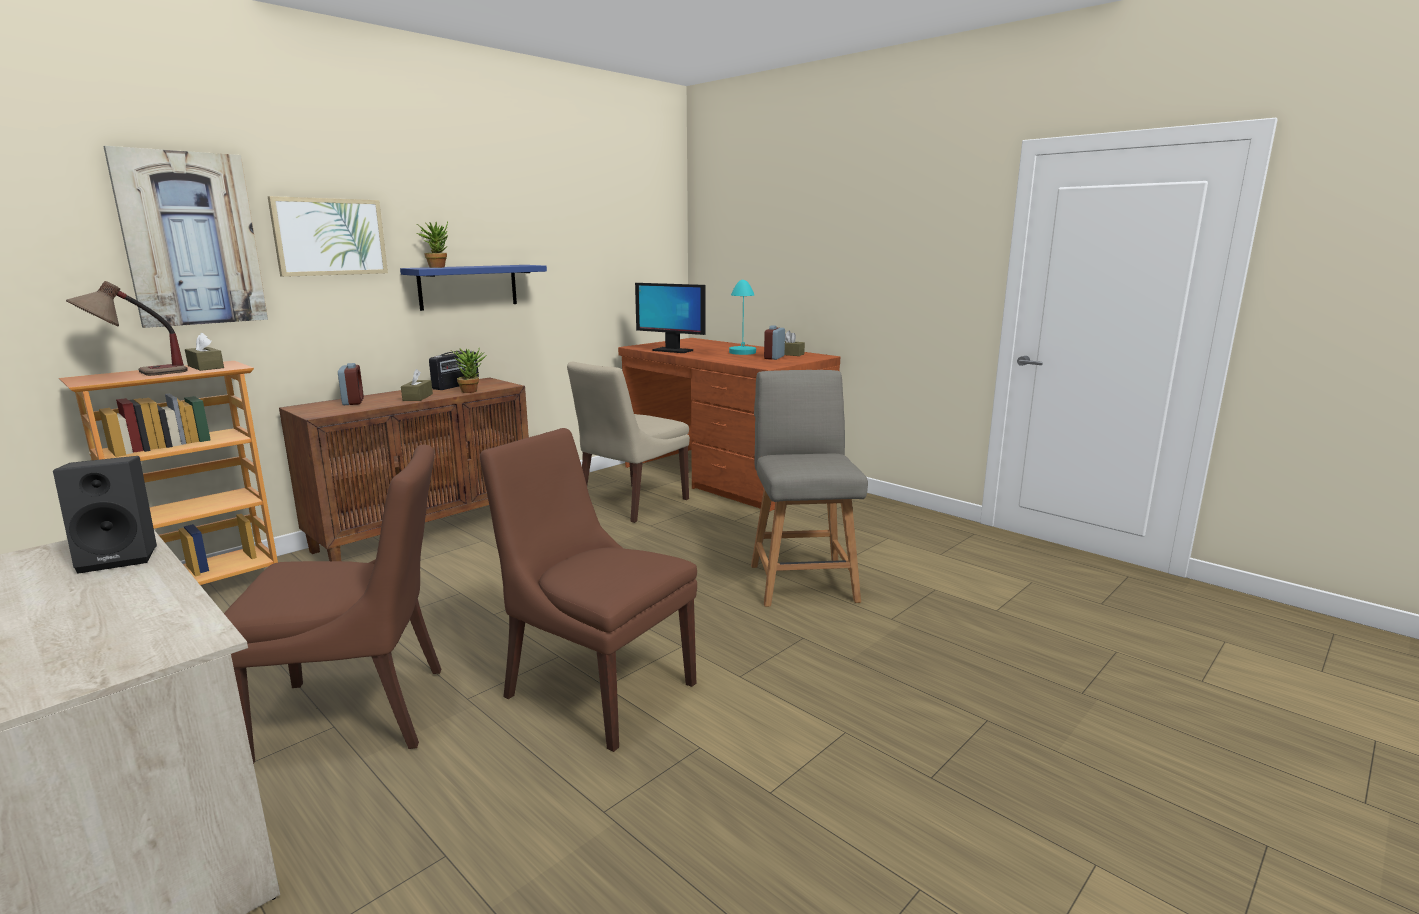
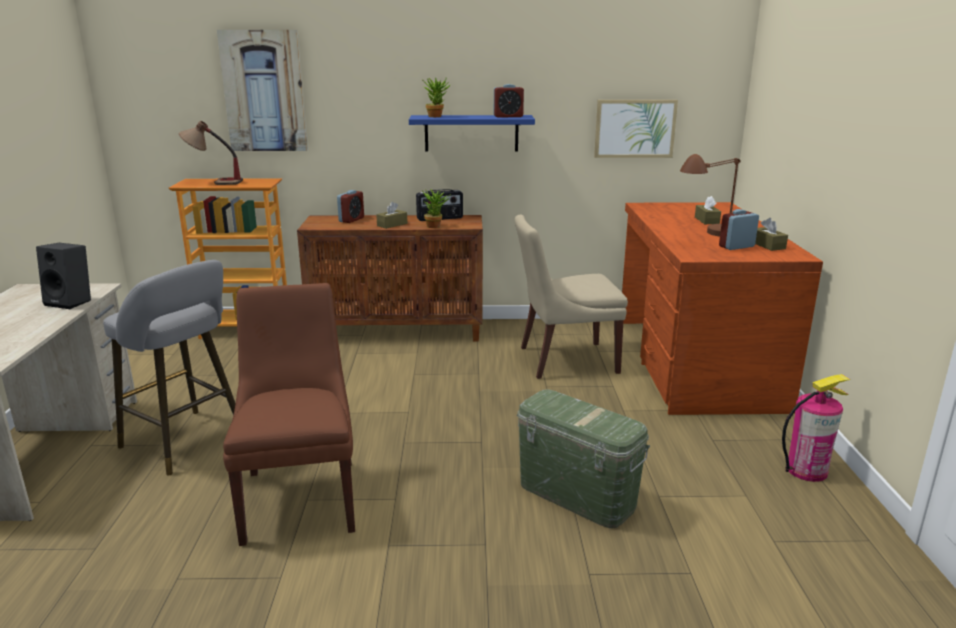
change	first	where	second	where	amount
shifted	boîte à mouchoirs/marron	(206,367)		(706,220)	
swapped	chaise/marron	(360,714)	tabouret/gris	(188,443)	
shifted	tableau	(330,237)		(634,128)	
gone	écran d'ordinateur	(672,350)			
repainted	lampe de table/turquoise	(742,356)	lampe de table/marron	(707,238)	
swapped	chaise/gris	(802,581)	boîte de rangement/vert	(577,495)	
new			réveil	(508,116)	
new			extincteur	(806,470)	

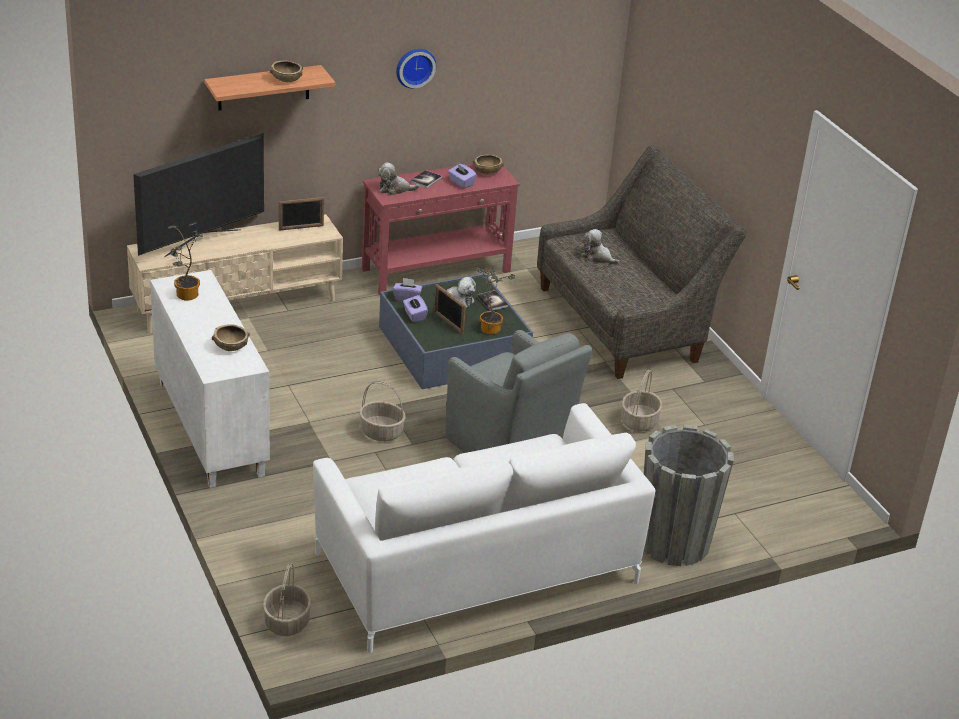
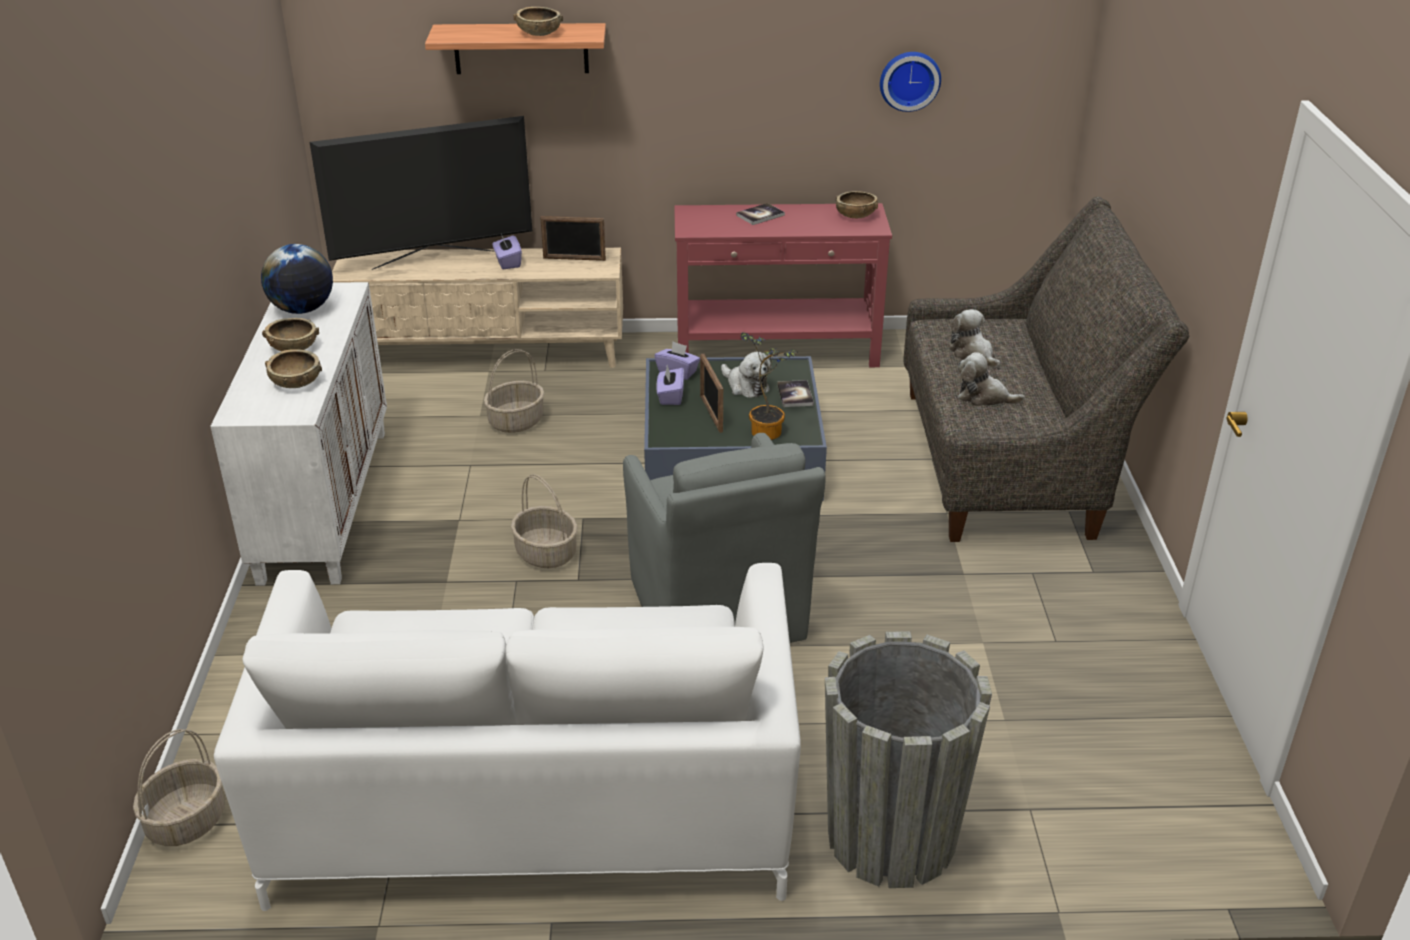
change	first	where	second	where	amount
swapped	plante en pot	(185,296)	globe	(302,309)	
shifted	peluche	(395,189)		(984,397)	
shifted	horloge murale	(414,67)		(909,80)	
shifted	boîte à mouchoirs/violet	(461,183)		(507,262)	
shifted	panier	(639,421)		(516,421)	
new			bol/marron	(293,348)	

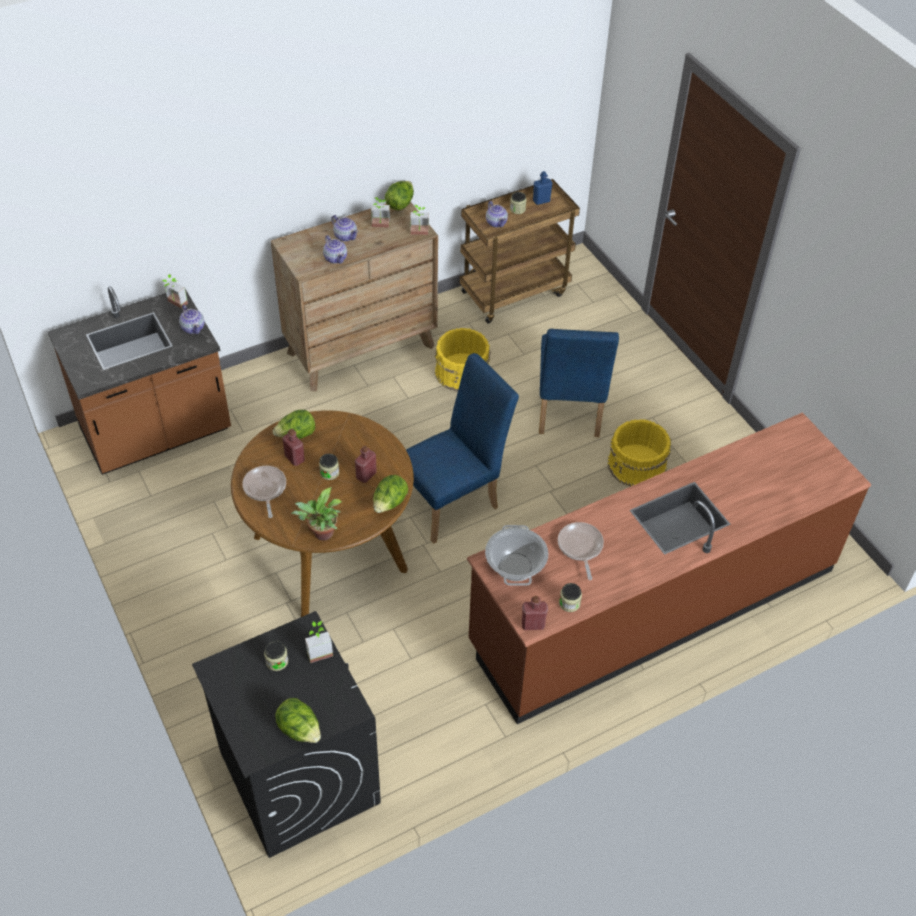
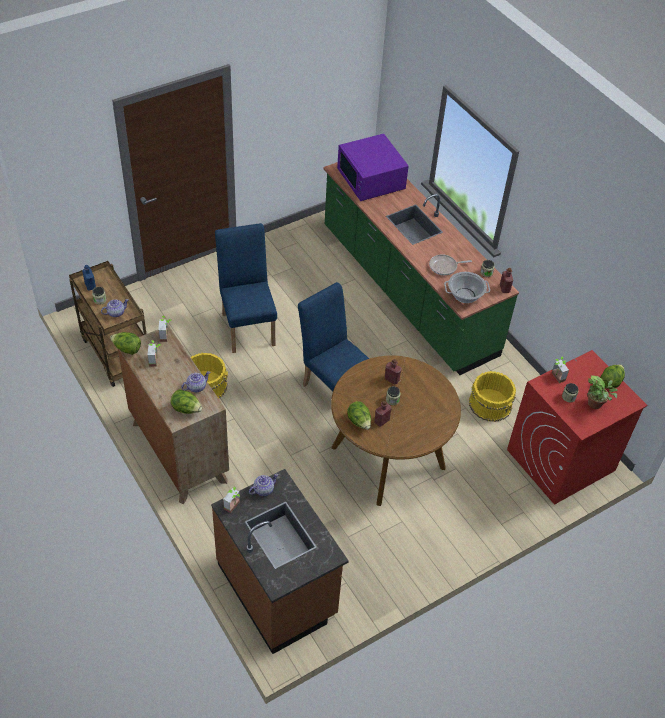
change	first	where	second	where	amount
repainted	lave-linge/noir	(298,776)	lave-linge/rouge	(560,460)	
gone	poêle	(265,489)			
shifted	plante en pot	(321,535)		(596,405)	
gone	théière	(345,236)			
shifted	laitue	(389,503)		(186,409)	
repainted	comptoir de cuisine/marron	(653,606)	comptoir de cuisine/vert	(407,291)	
rotated	chaise/bleu	(568,413)		(248,325)	105 degrees counterclockwise
shifted	seau/jaune	(637,465)		(490,404)	
new			micro-ondes/violet	(371,180)	

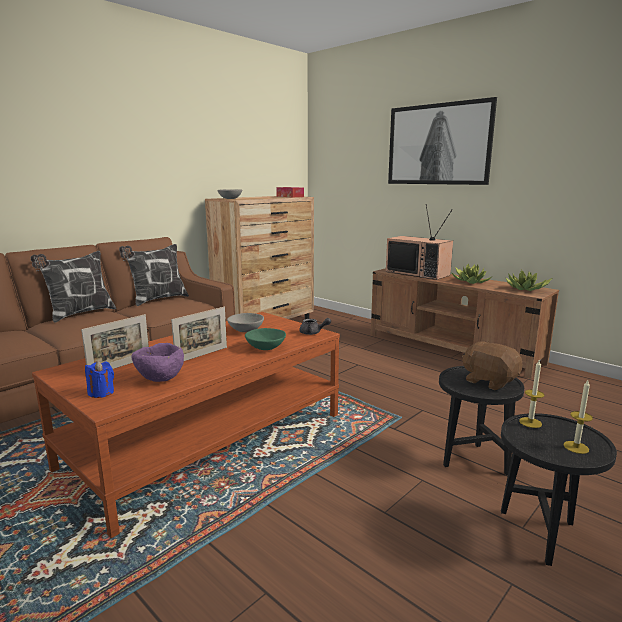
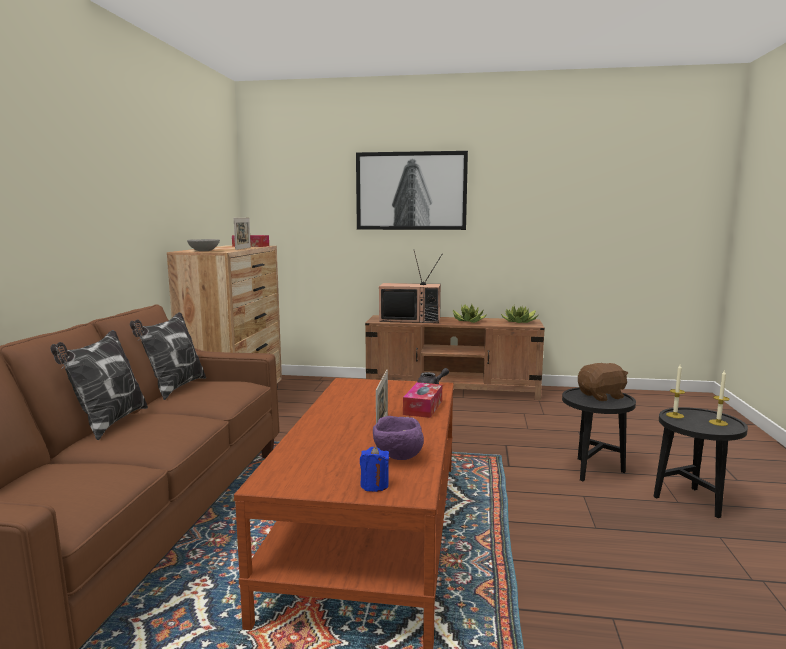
change	first	where	second	where	amount
shifted	cadre photo	(120,366)		(243,248)	
gone	bol/gris	(246,330)			
swapped	bol/vert	(266,347)	boîte à mouchoirs	(423,407)	
rotated	peluche/marron	(489,381)		(602,396)	150 degrees clockwise

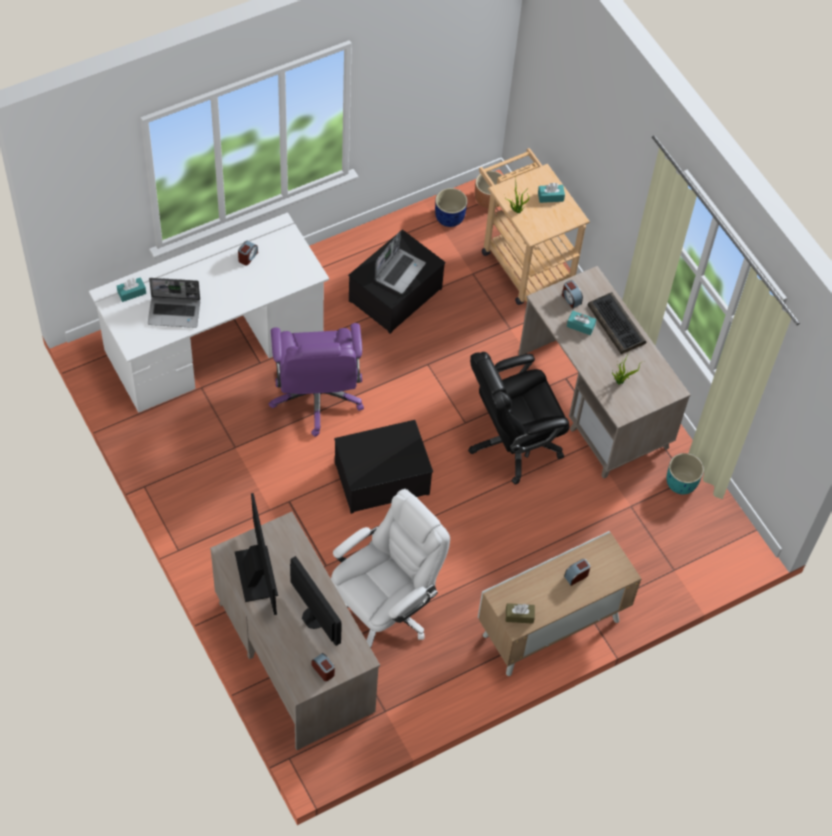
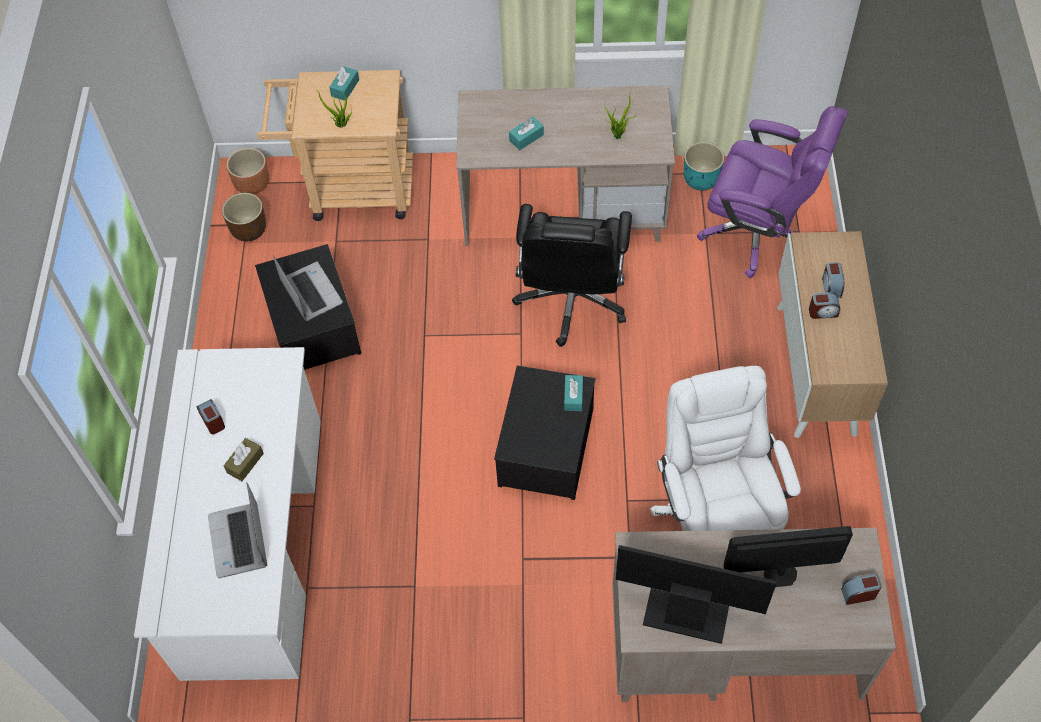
change	first	where	second	where	amount
shifted	boîte à mouchoirs/turquoise	(132,293)		(573,396)	
rotated	ordinateur portable	(175,312)		(239,541)	135 degrees clockwise
shifted	chaise de bureau/violet	(317,398)		(758,233)	
repainted	cache-pot/bleu	(450,217)	cache-pot/marron	(249,229)	
shifted	boîte à mouchoirs/marron	(519,616)		(245,463)	
shifted	réveil	(571,299)		(823,312)	
gone	clavier	(617,324)			

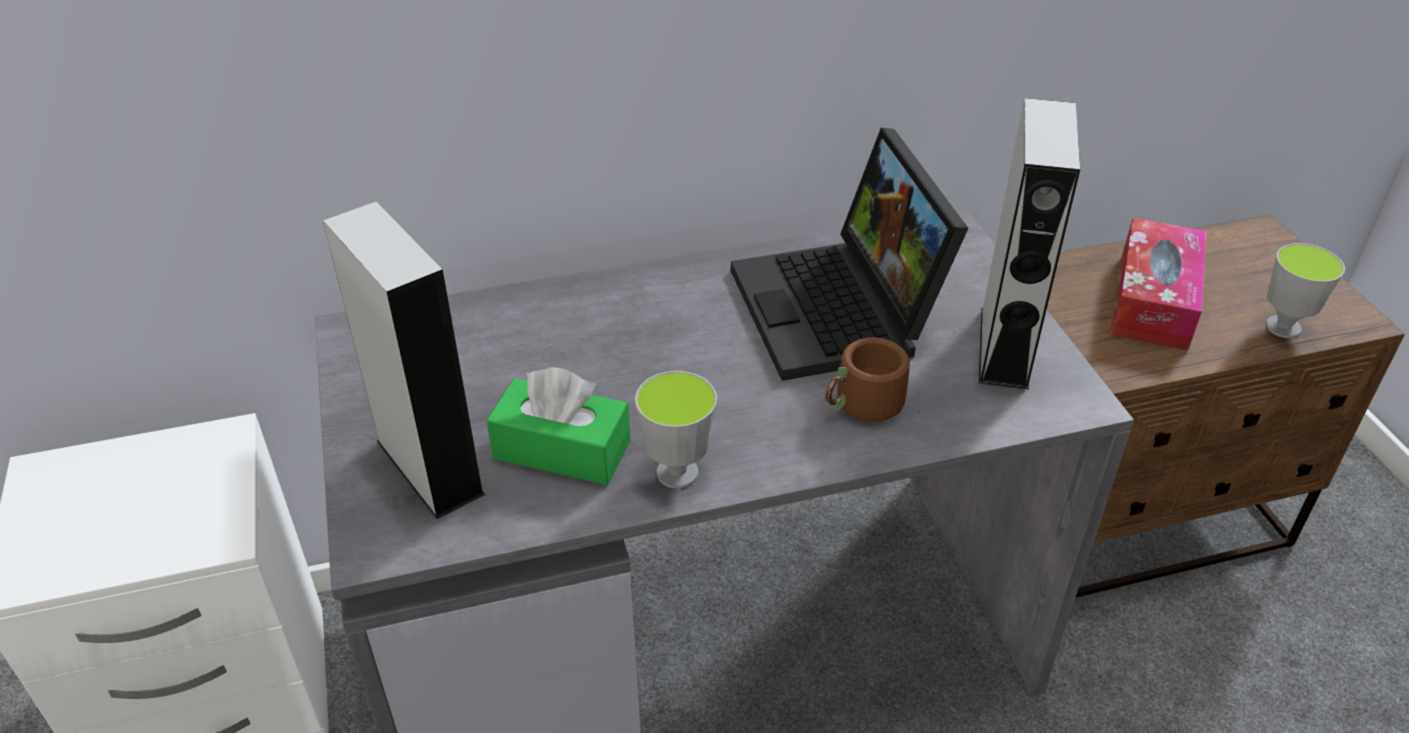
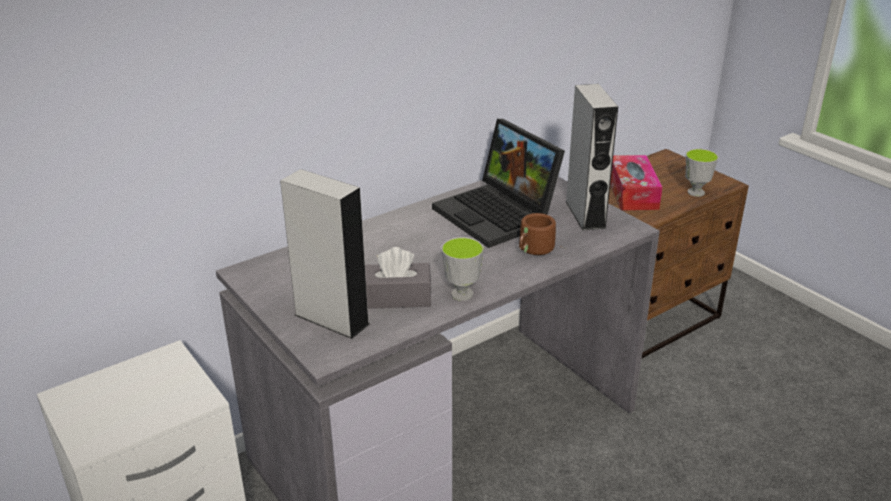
change	first	where	second	where	amount
repainted	boîte à mouchoirs/vert	(562,450)	boîte à mouchoirs/gris	(397,297)	

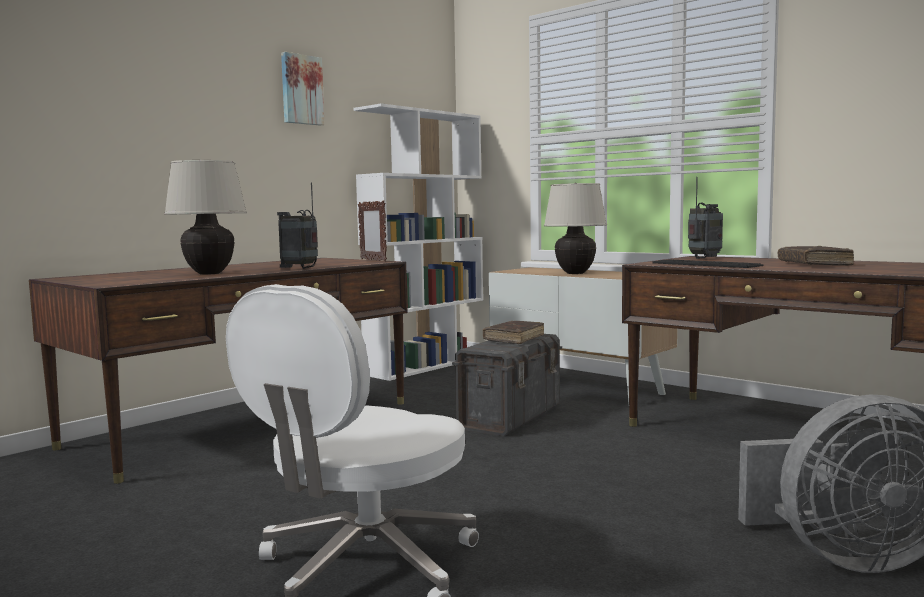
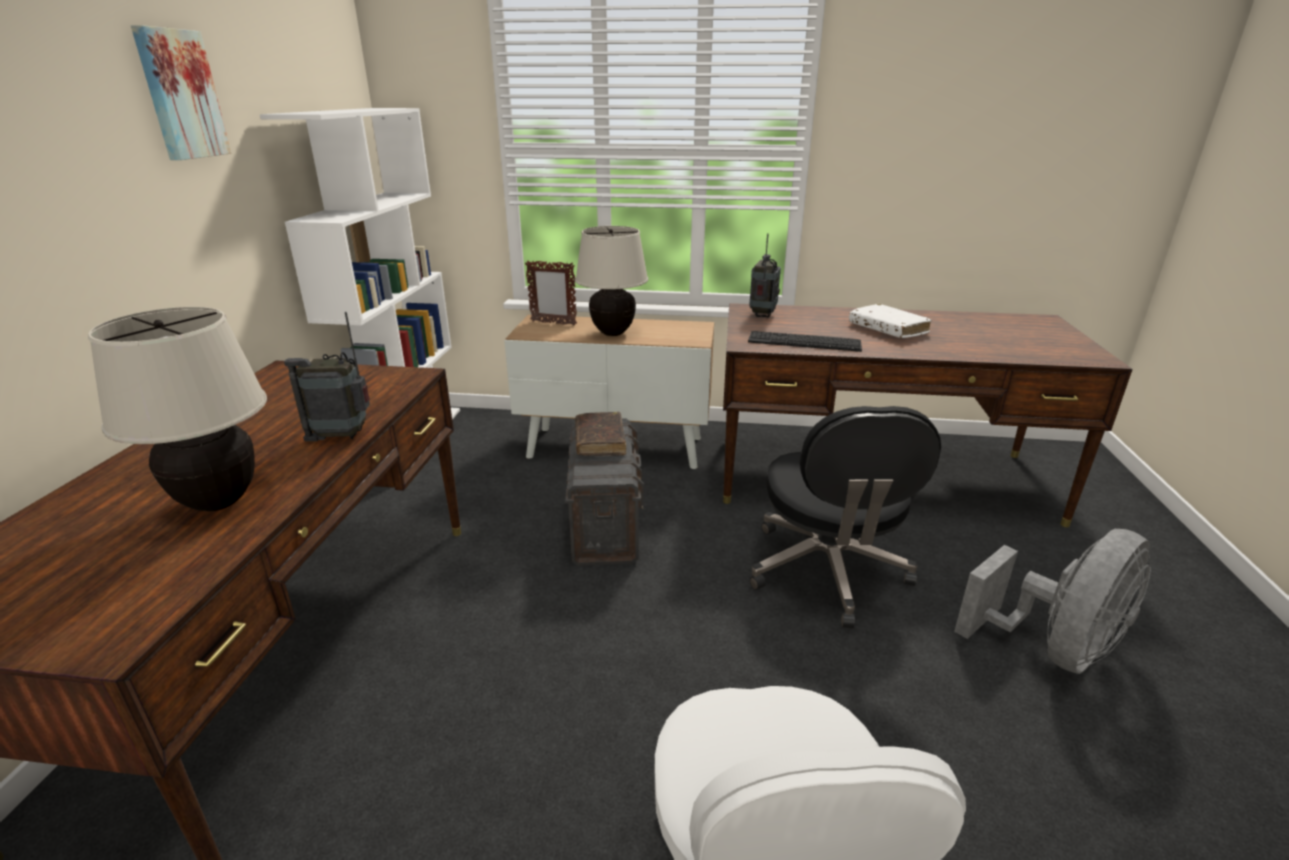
change	first	where	second	where	amount
shifted	cadre photo	(373,260)		(553,323)	
repainted	livre/marron	(813,264)	livre/blanc	(887,329)	
new			chaise de bureau/noir	(827,572)	

